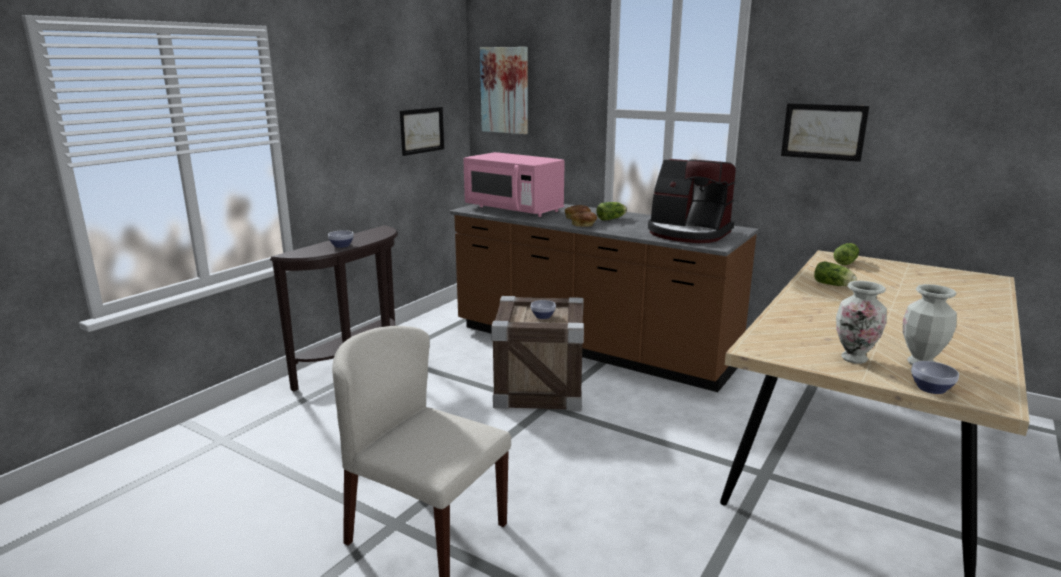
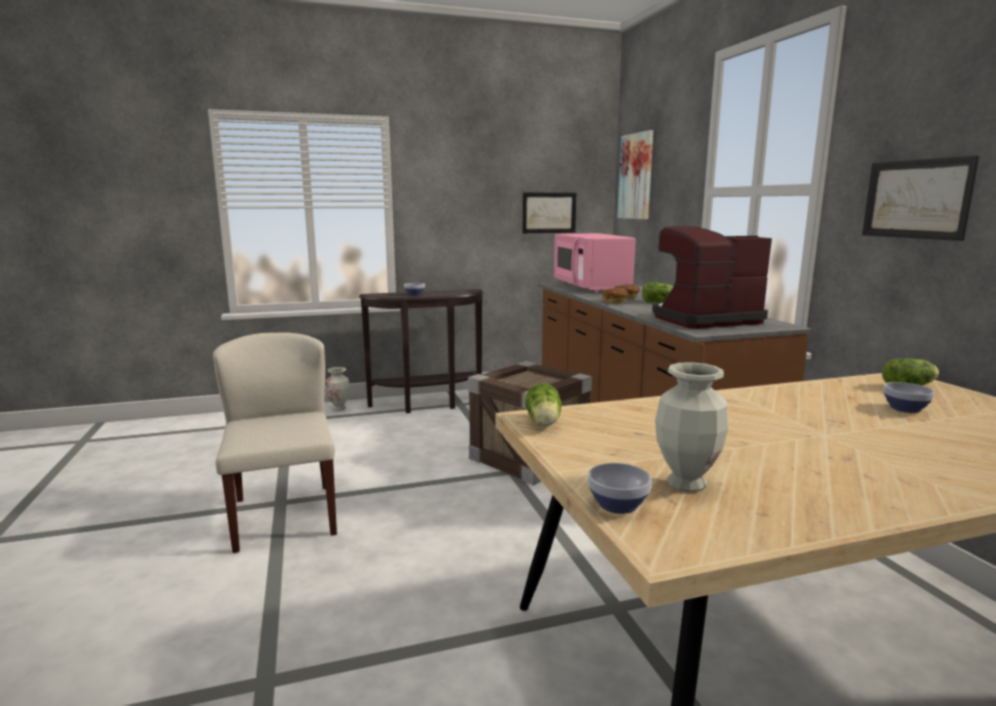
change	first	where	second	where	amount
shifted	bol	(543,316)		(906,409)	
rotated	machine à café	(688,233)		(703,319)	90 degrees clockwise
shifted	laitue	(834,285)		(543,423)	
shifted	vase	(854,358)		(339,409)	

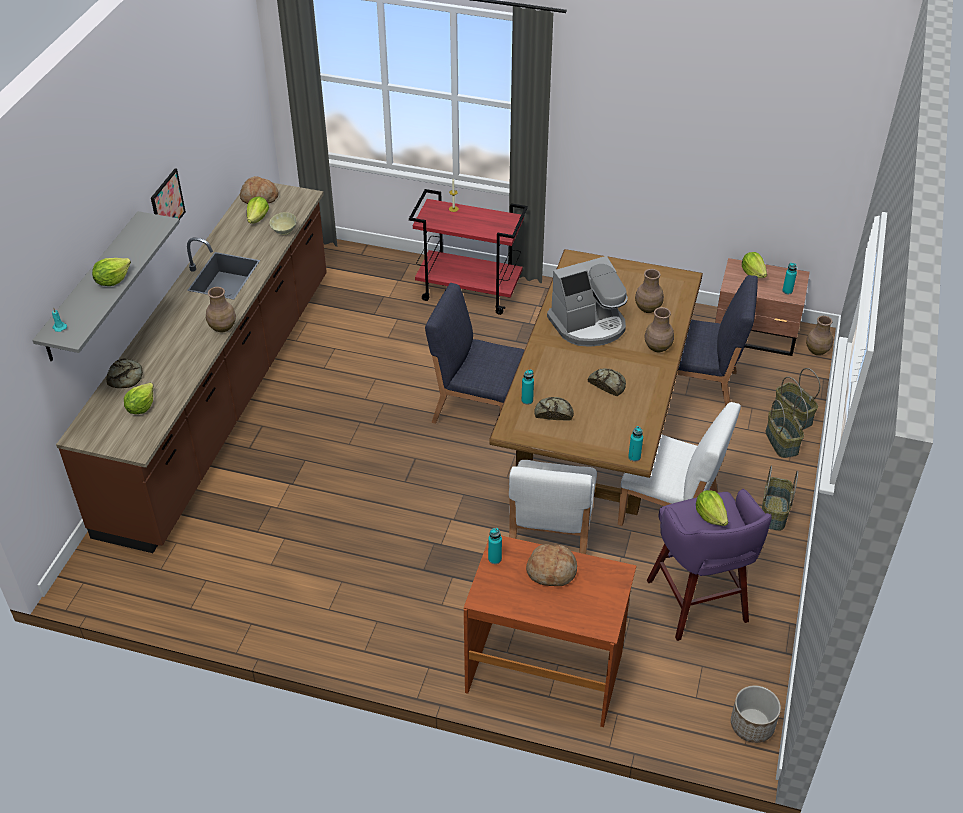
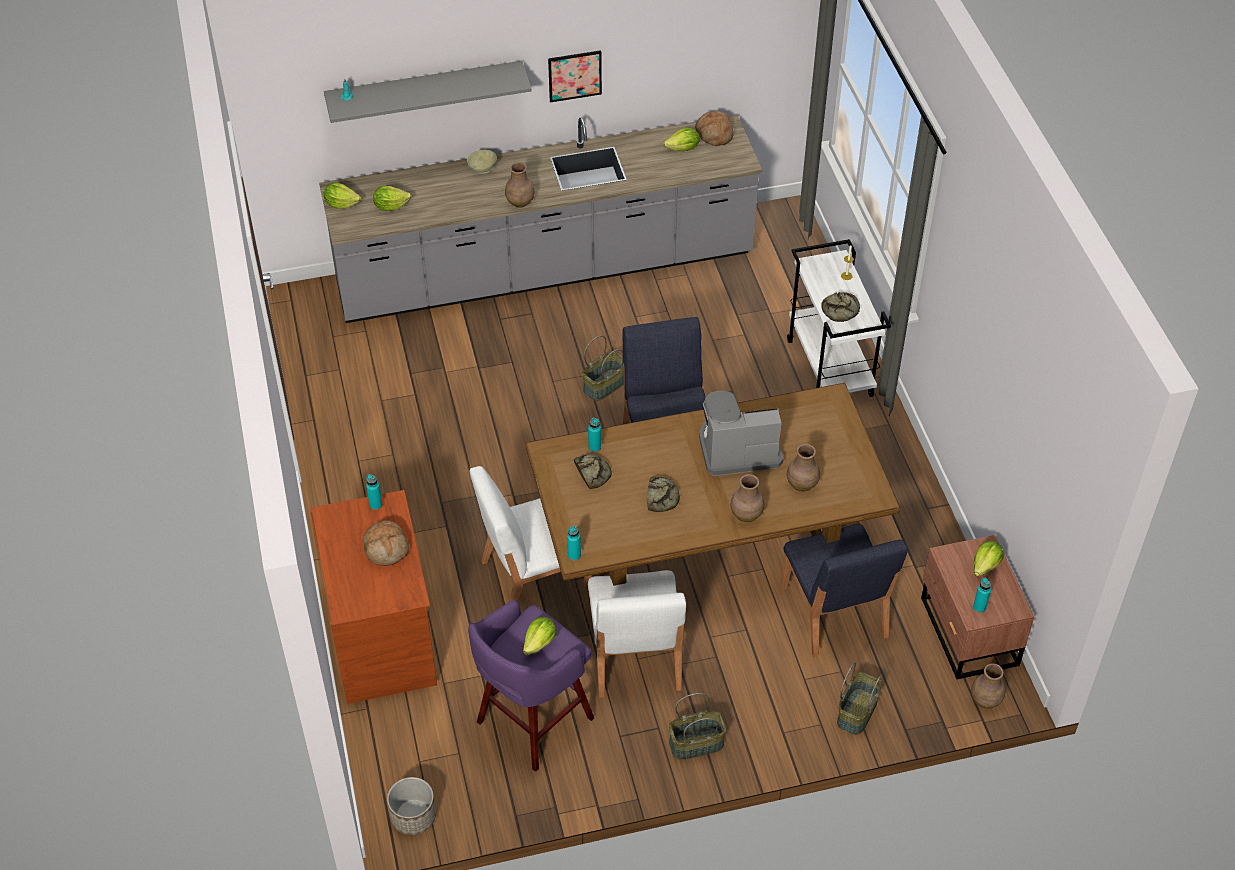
change	first	where	second	where	amount
repainted	comptoir de cuisine/marron	(223,398)	comptoir de cuisine/gris	(545,271)	
shifted	laitue	(112,280)		(341,204)	
shifted	pain	(126,376)		(841,310)	
shifted	bol/beige	(284,231)		(482,169)	
repainted	chariot/rouge	(470,291)	chariot/blanc	(830,368)	
rotated	machine à café	(588,325)		(738,448)	135 degrees clockwise
shifted	panier	(781,442)		(604,385)	

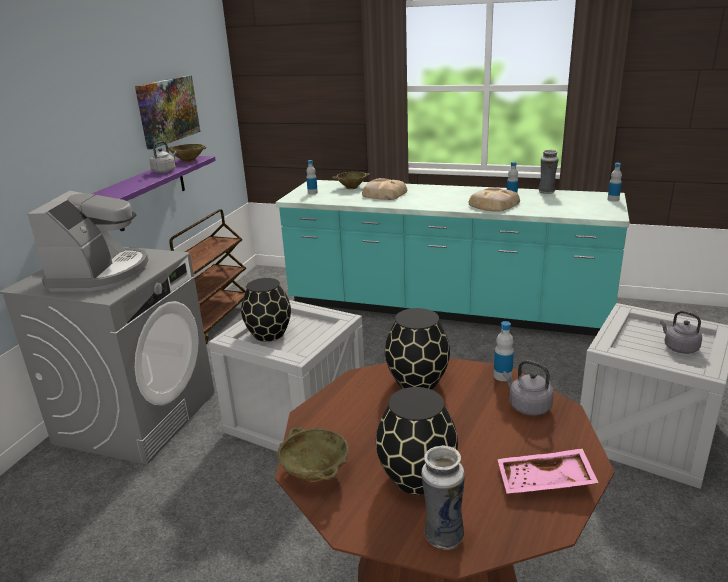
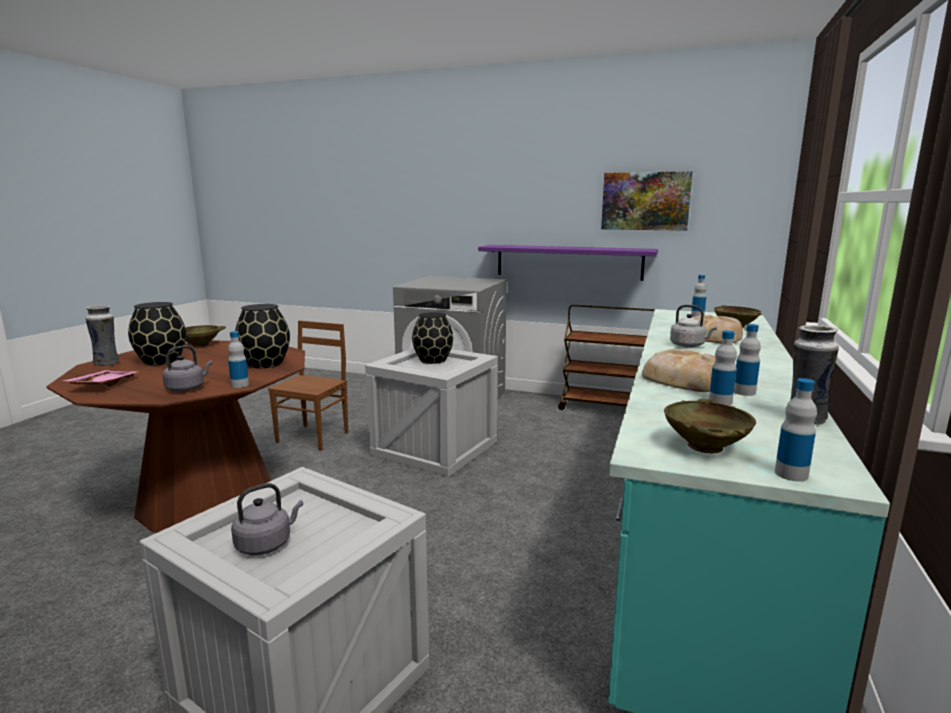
change	first	where	second	where	amount
gone	machine à café	(101,274)			
shifted	bouilloire/gris	(165,171)		(689,345)	
shifted	bol/beige	(188,160)		(705,446)	
new			chaise/marron	(314,437)	
new			bouteille	(720,402)	

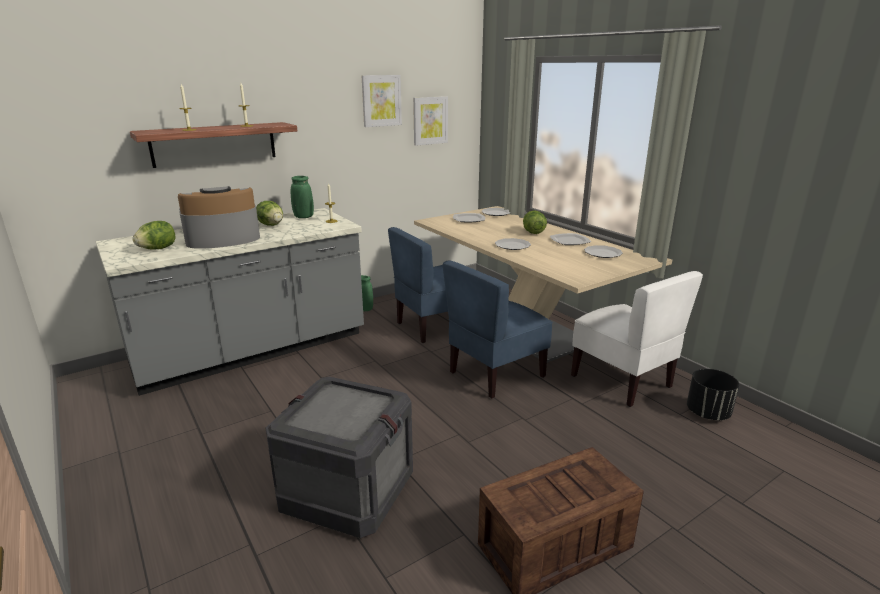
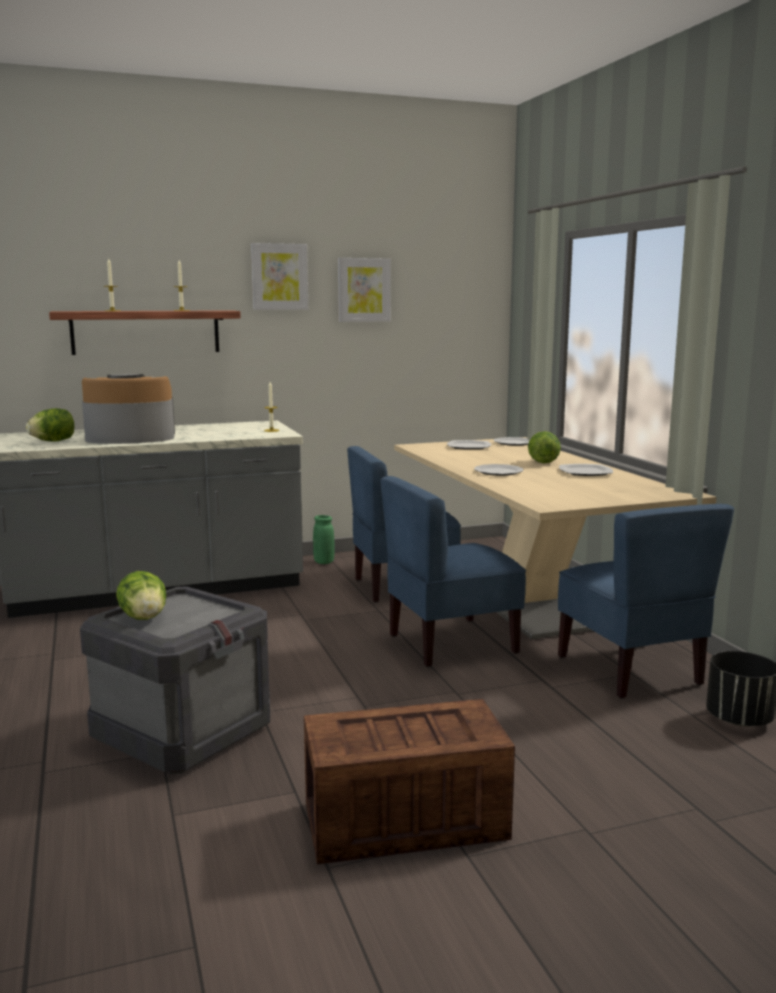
change	first	where	second	where	amount
shifted	laitue	(271,225)		(144,618)	
gone	vase/vert	(303,217)			
shifted	tableau	(430,120)		(279,277)	
repainted	chaise/blanc	(622,381)	chaise/bleu	(631,670)	
gone	assiette	(602,253)			

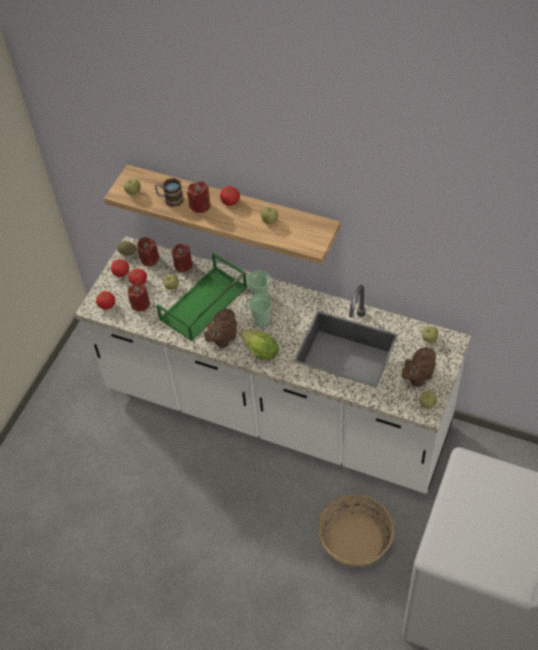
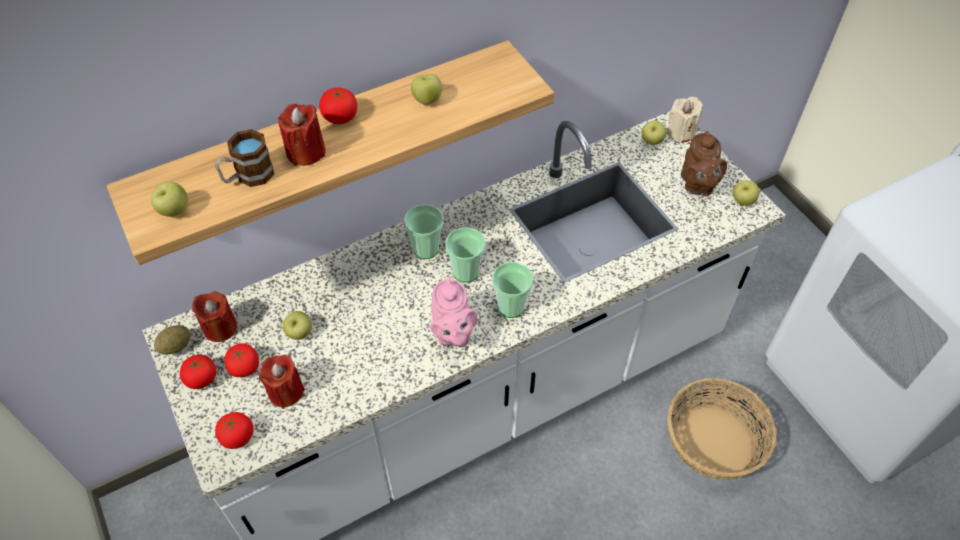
change	first	where	second	where	amount
gone	plateau/vert	(203,304)			
gone	bougie/rouge	(183,265)			
repainted	théière/marron	(222,339)	théière/rose	(452,334)	
swapped	laitue	(258,350)	tasse	(511,306)	
new			bougie/beige	(681,132)	

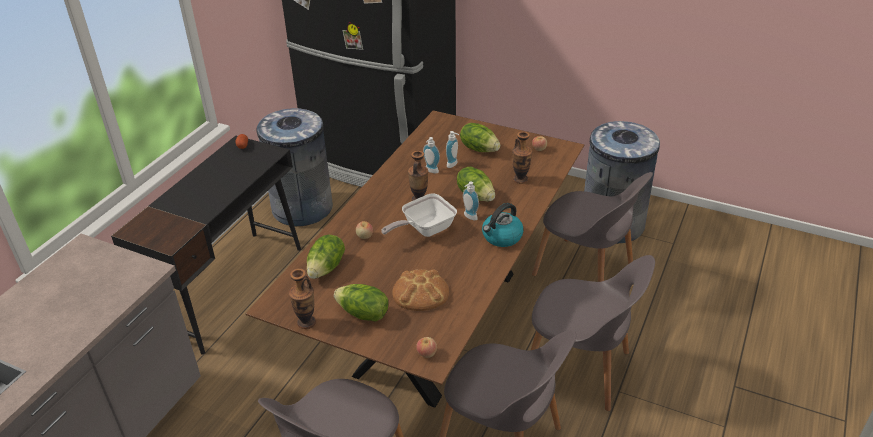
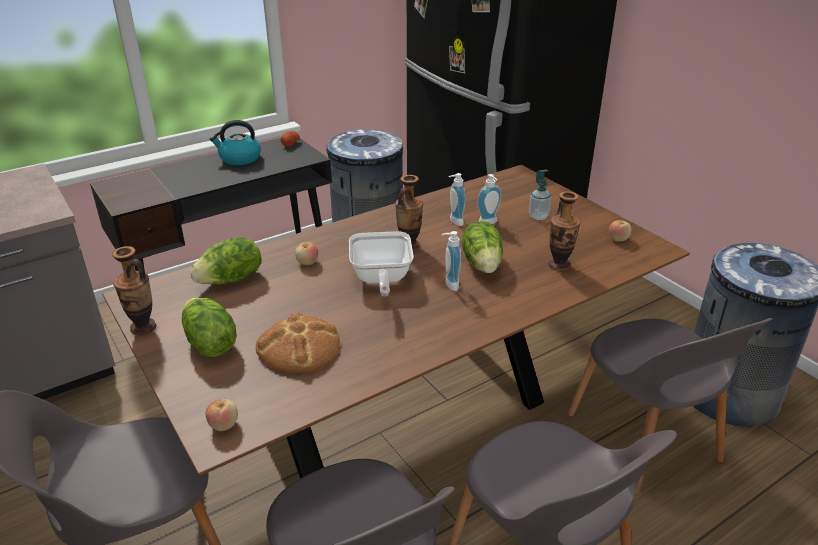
change	first	where	second	where	amount
rotated	poêle	(424,230)		(380,279)	90 degrees counterclockwise
swapped	laitue	(479,148)	distributeur de savon	(538,216)	
shifted	bouilloire	(501,237)		(239,158)	

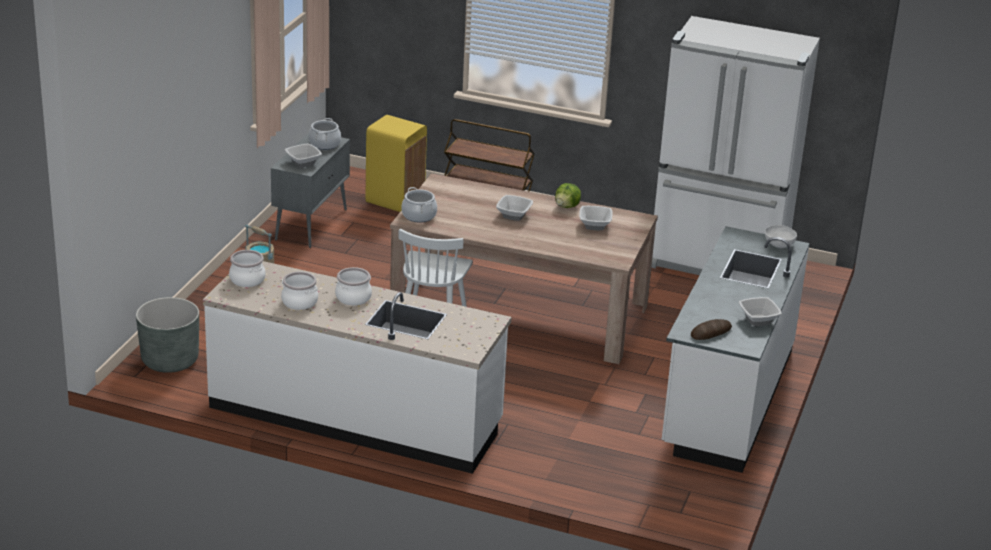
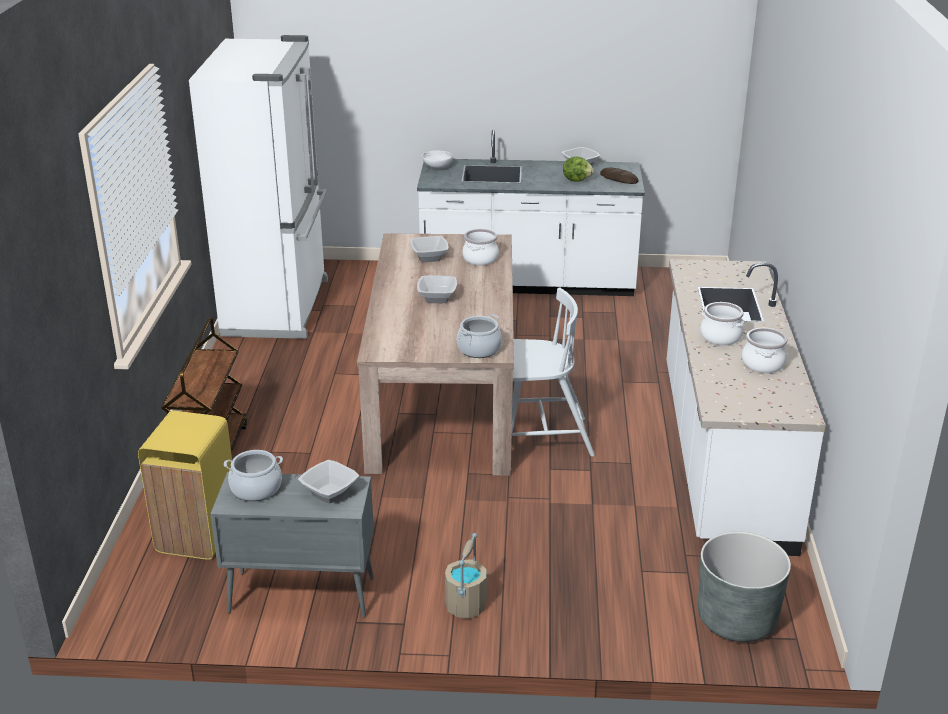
change	first	where	second	where	amount
shifted	marmite	(247,280)		(480,259)	
shifted	laitue	(567,207)		(577,180)	

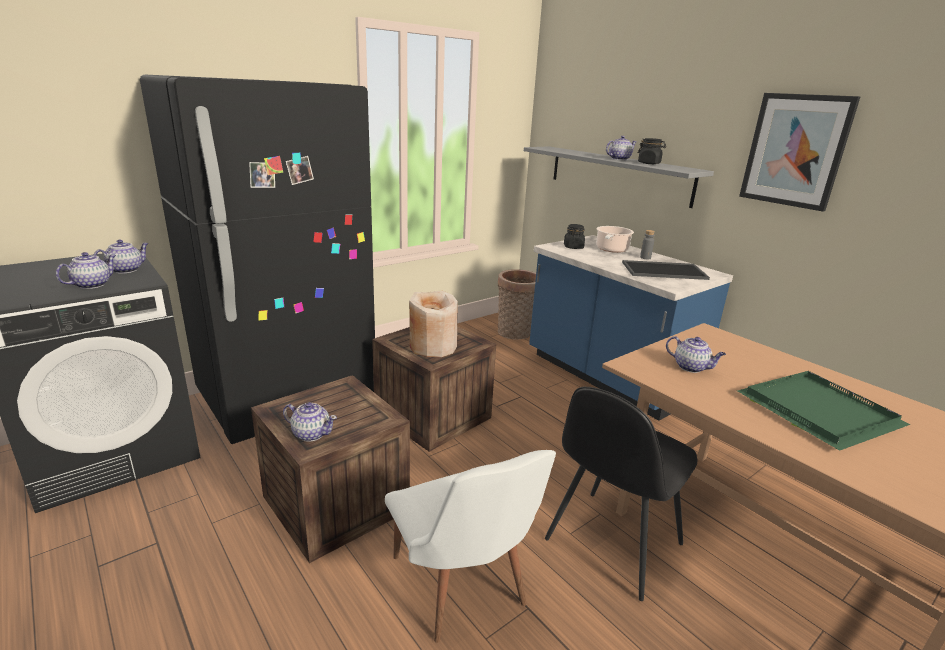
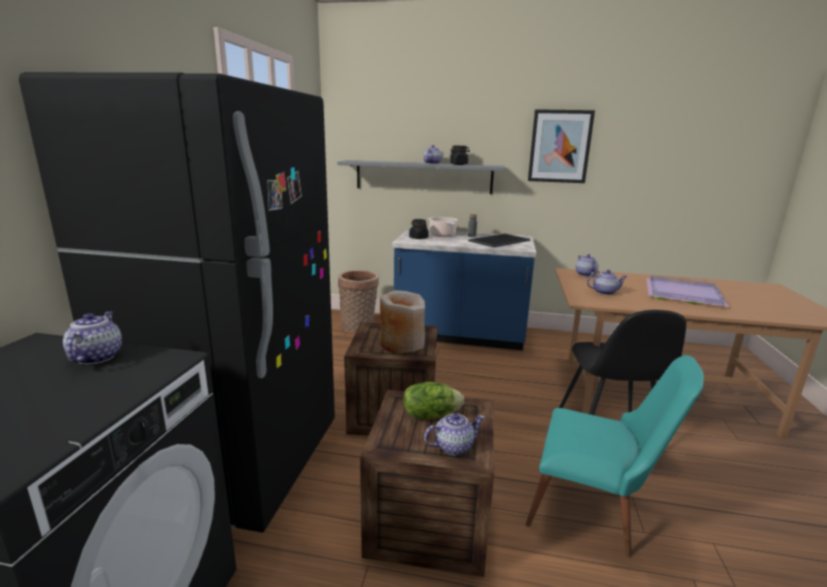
change	first	where	second	where	amount
shifted	théière	(92,284)		(585,274)	
repainted	chaise/blanc	(463,591)	chaise/turquoise	(593,515)	
repainted	plateau/vert	(814,410)	plateau/violet	(682,294)	
new			laitue	(430,415)	

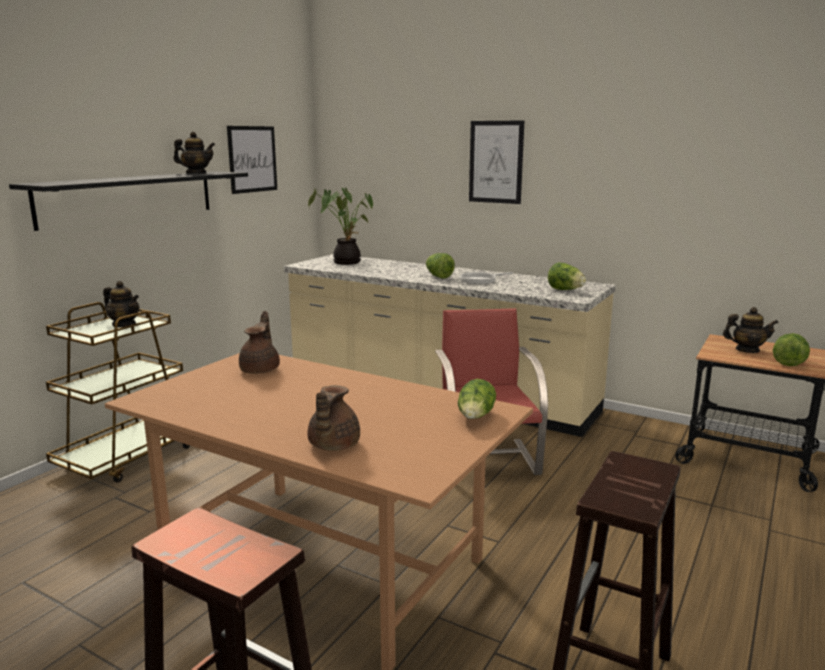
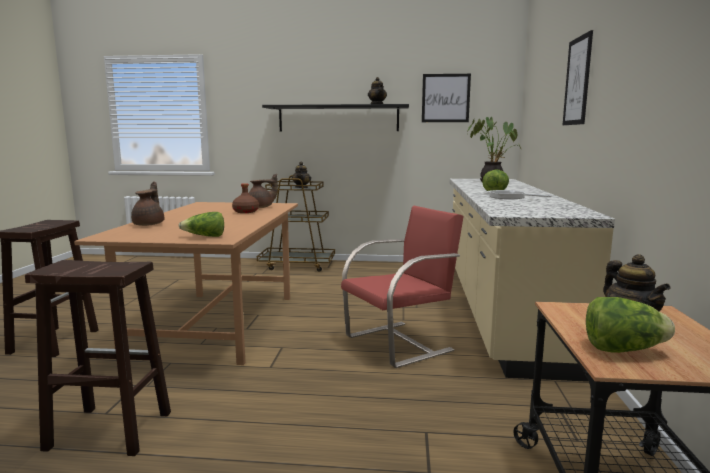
change	first	where	second	where	amount
rotated	théière/marron	(332,446)		(150,224)	105 degrees clockwise
gone	laitue	(565,290)			
new			bouteille/marron	(246,212)	

